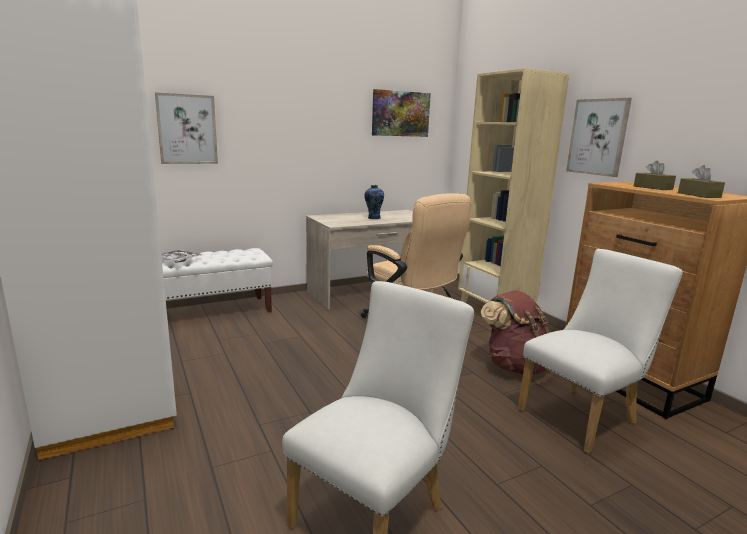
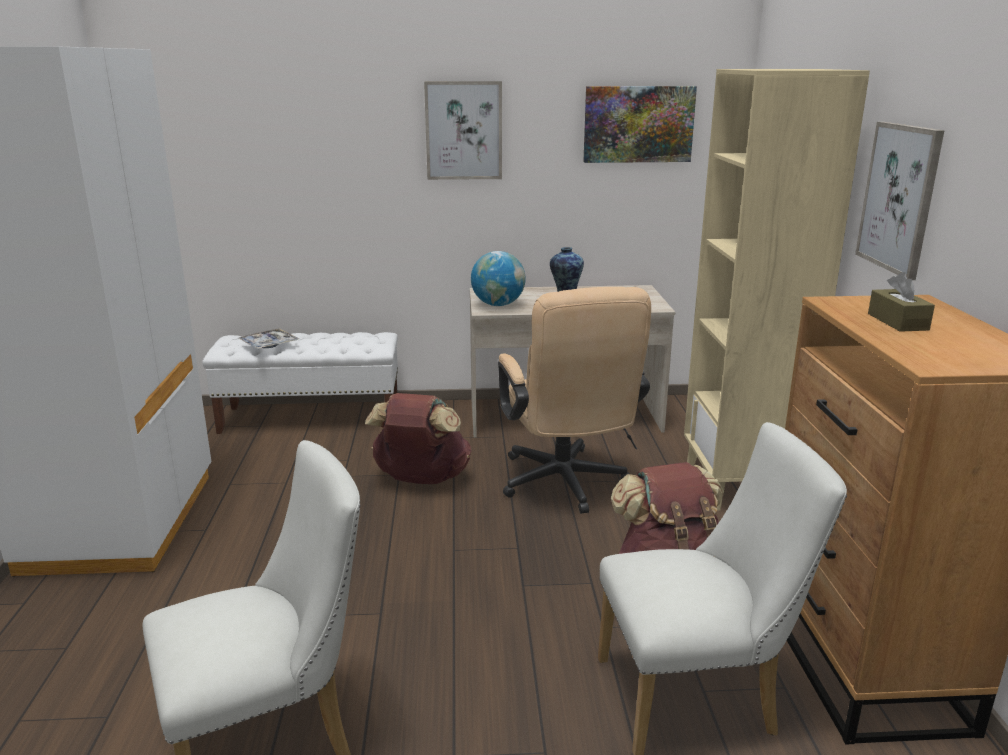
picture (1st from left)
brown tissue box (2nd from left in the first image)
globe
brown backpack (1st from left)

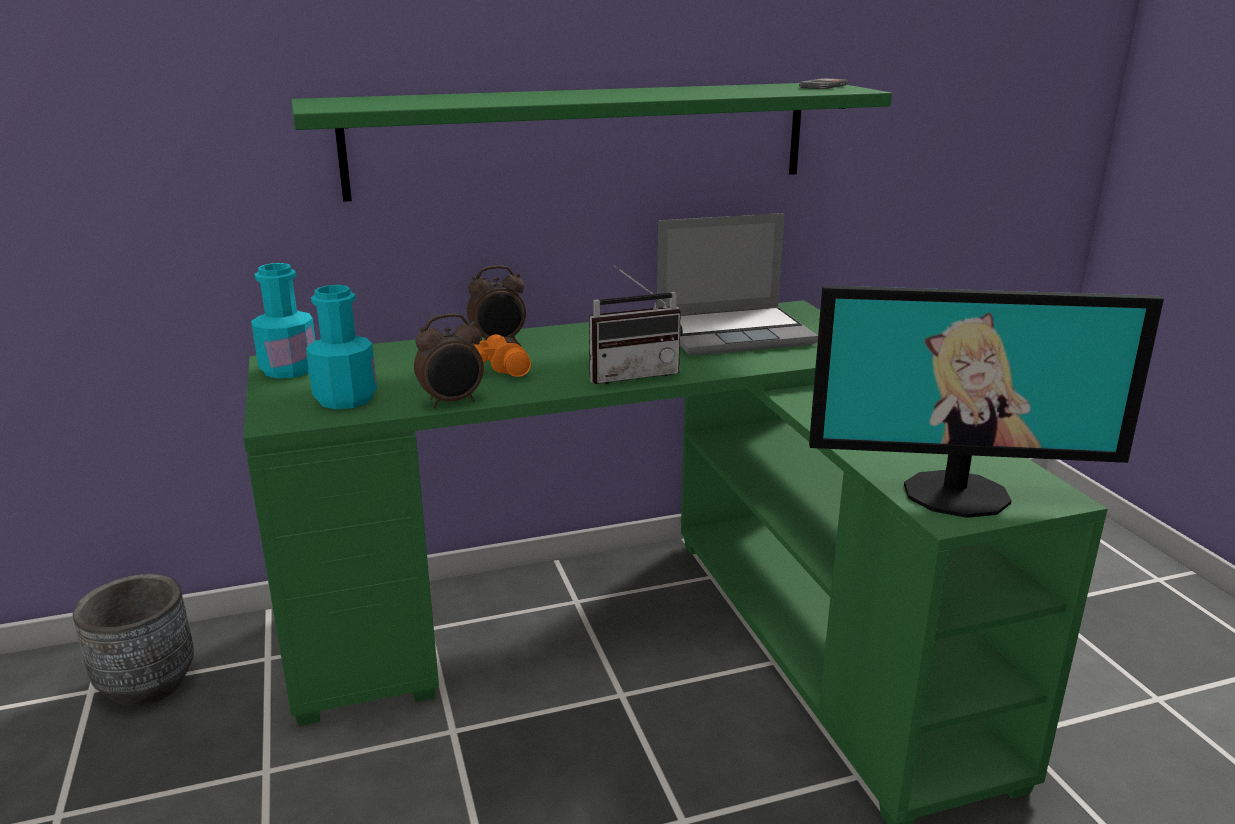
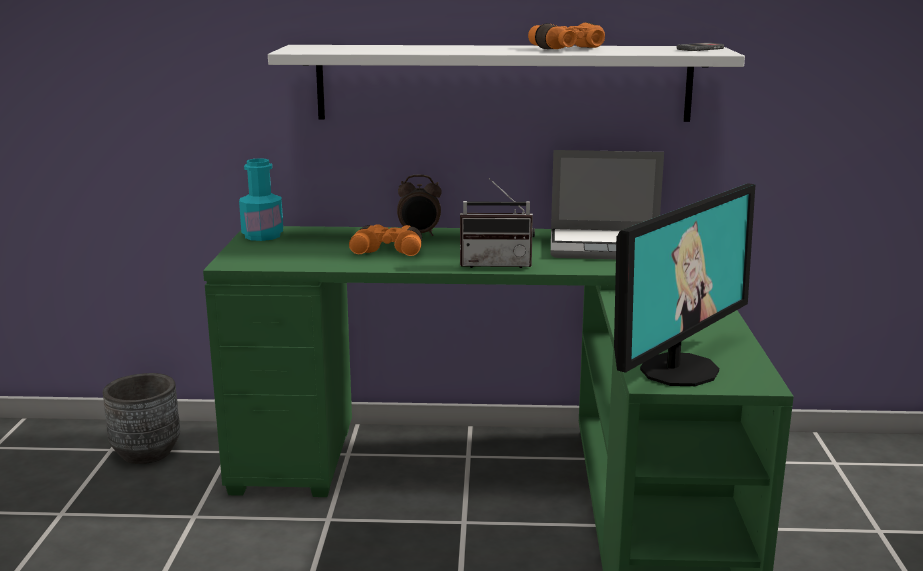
white shelf
turquoise bottle (2nd from left in the first image)
monitor
alarm clock (1st from left in the first image)
orange binoculars (2nd from left)

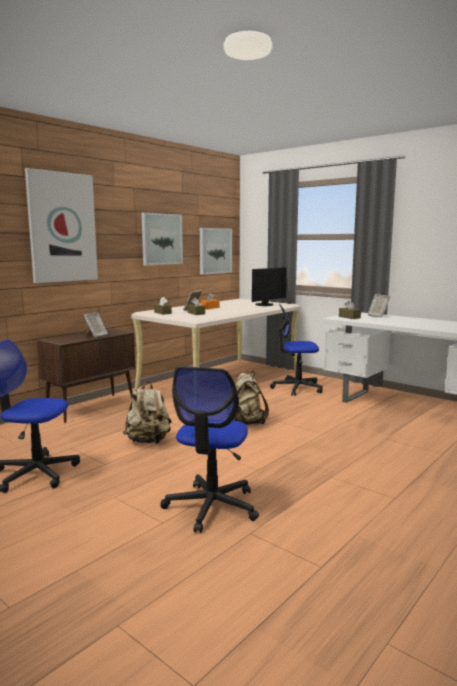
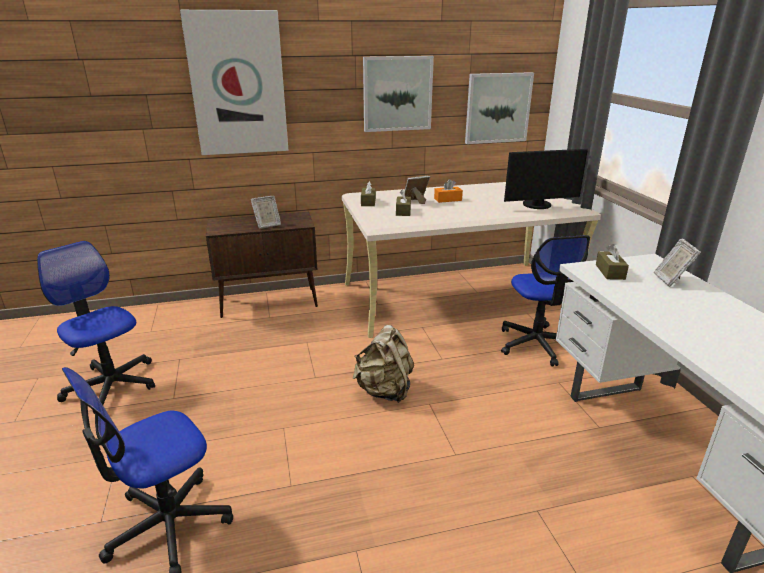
office chair (3rd from left)
beige backpack (1st from left in the first image)

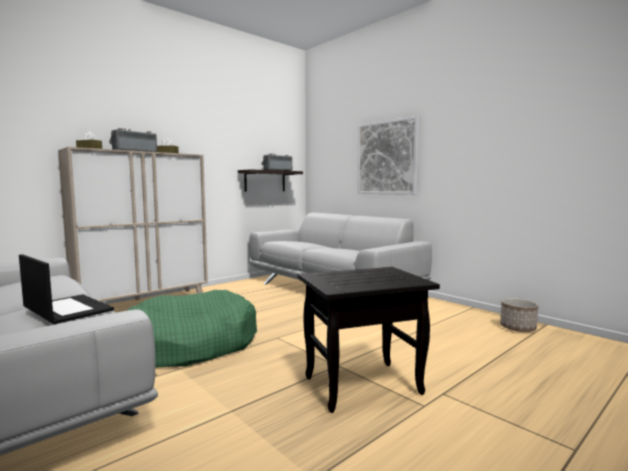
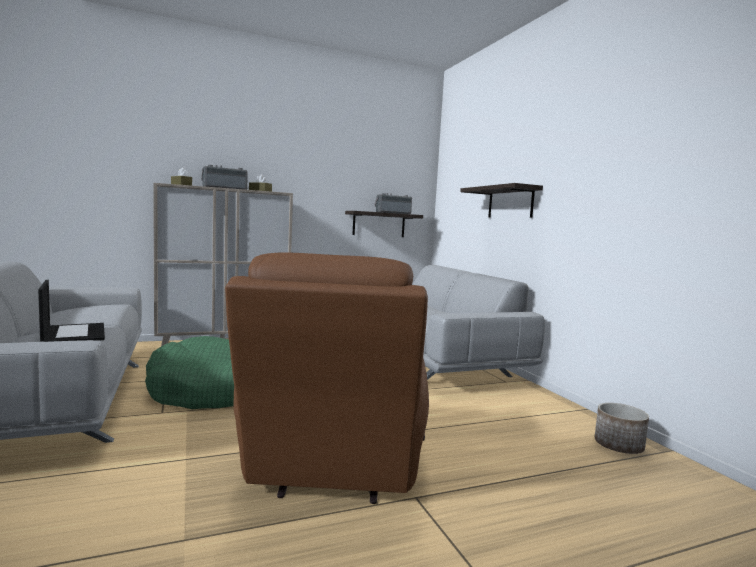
shelf (2nd from left)
brown armchair

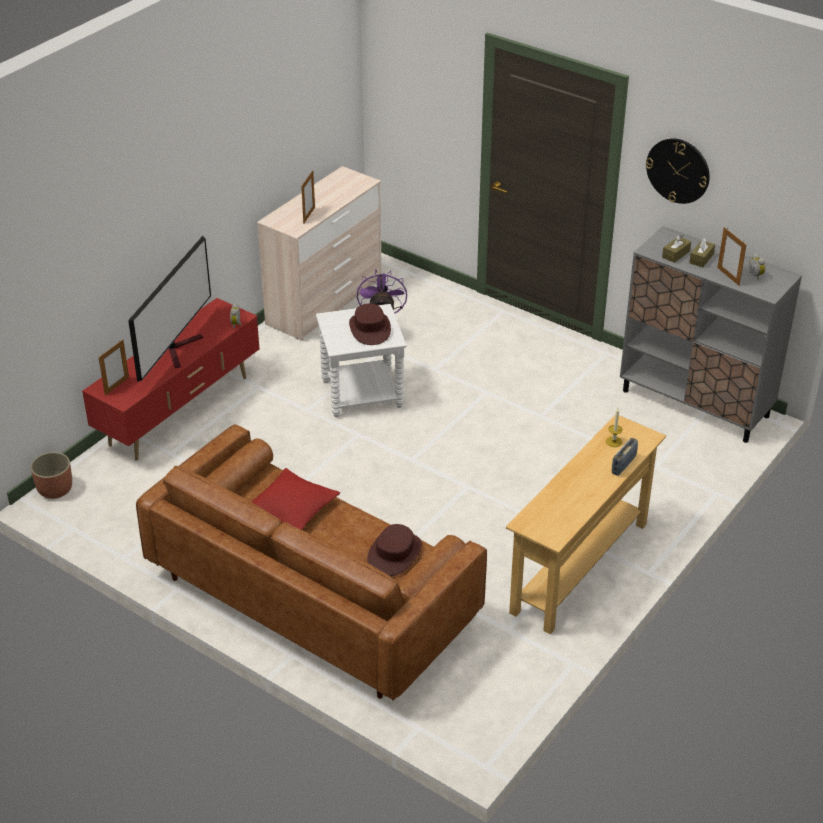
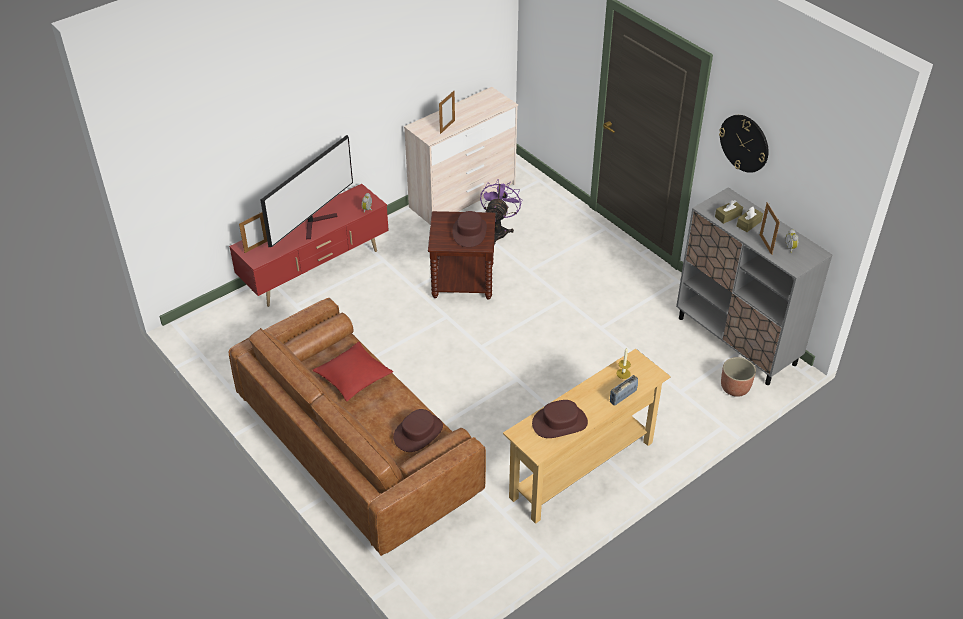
brown side table
planter
brown hat (3rd from left)

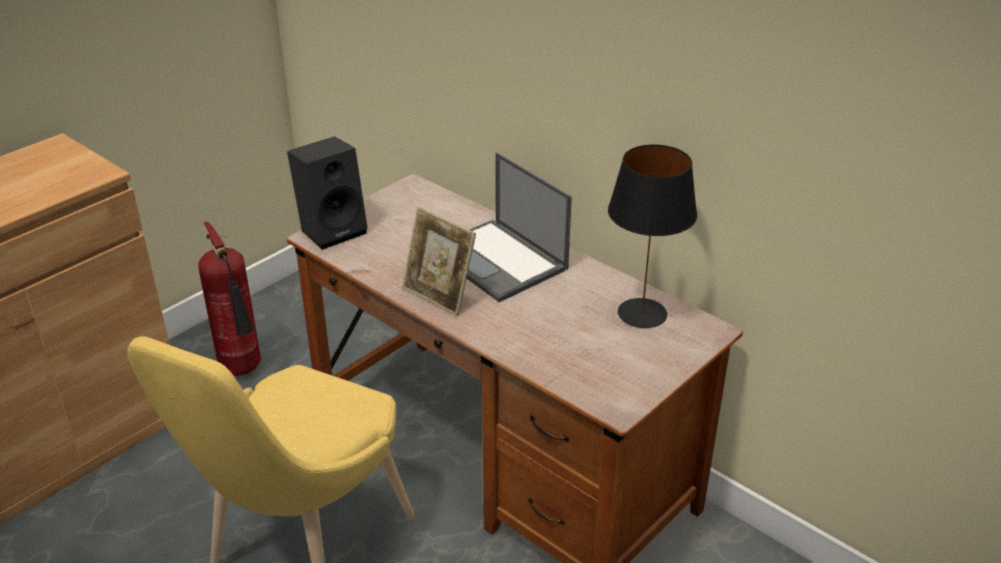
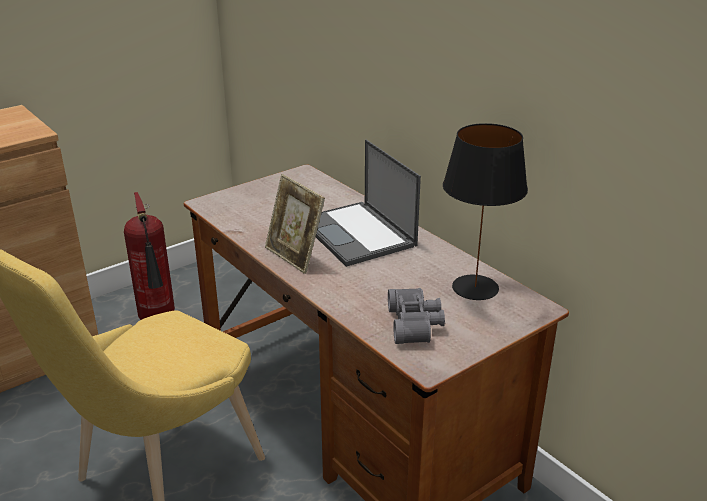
black speaker
grey binoculars

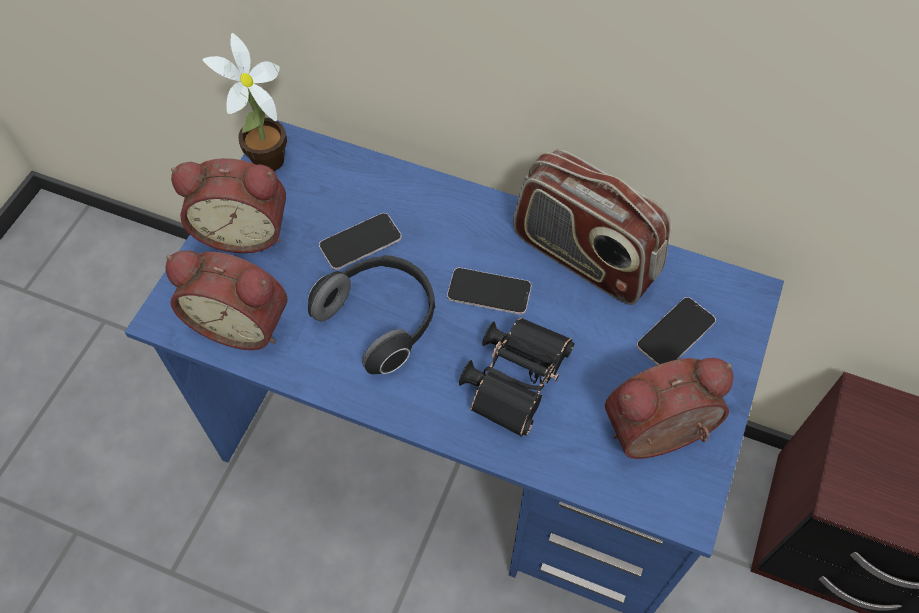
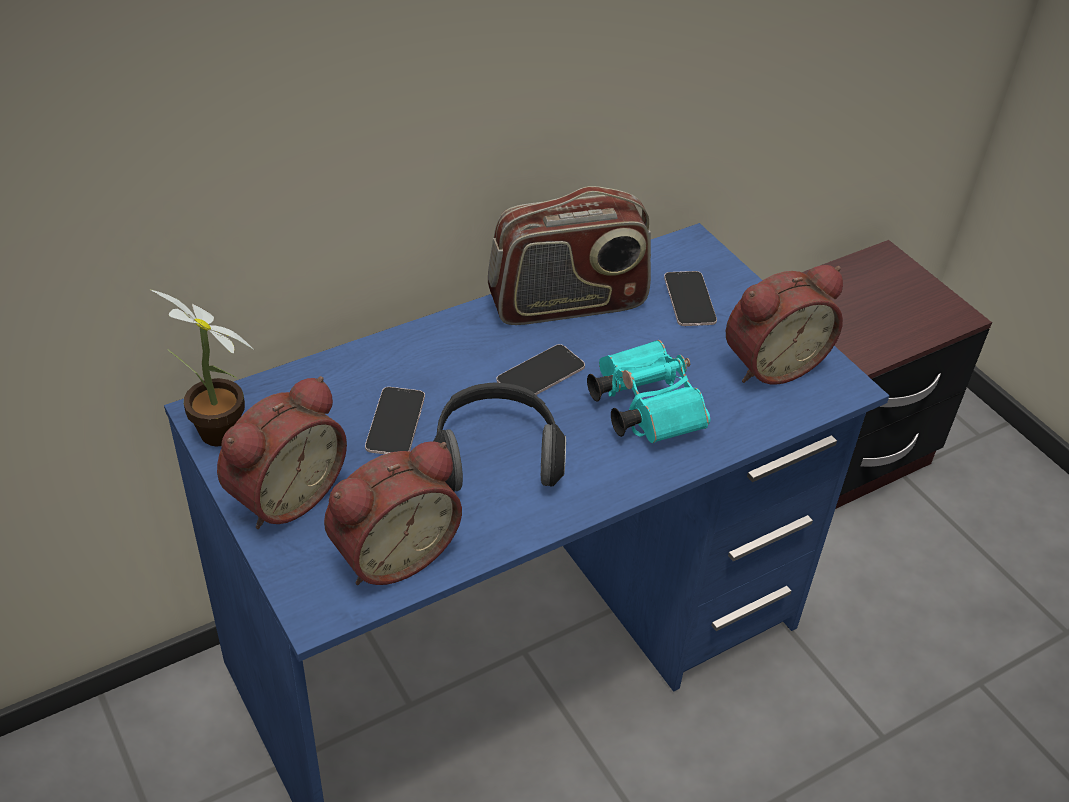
turquoise binoculars
alarm clock (3rd from left)

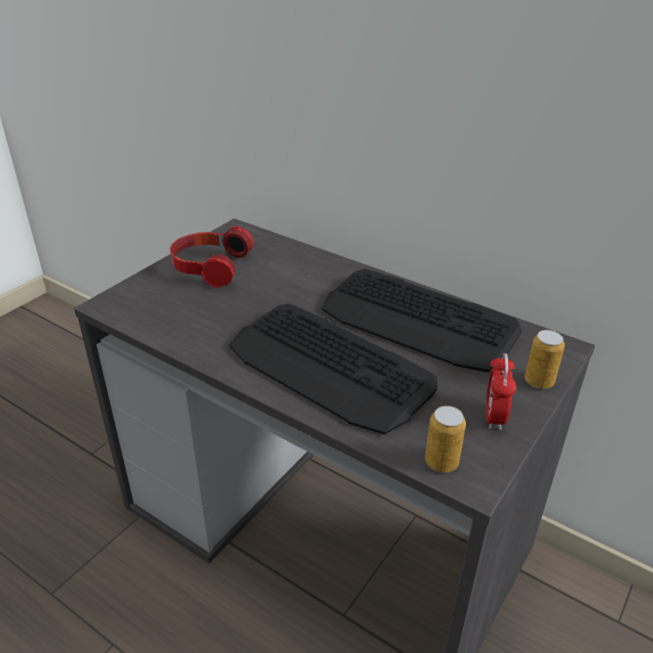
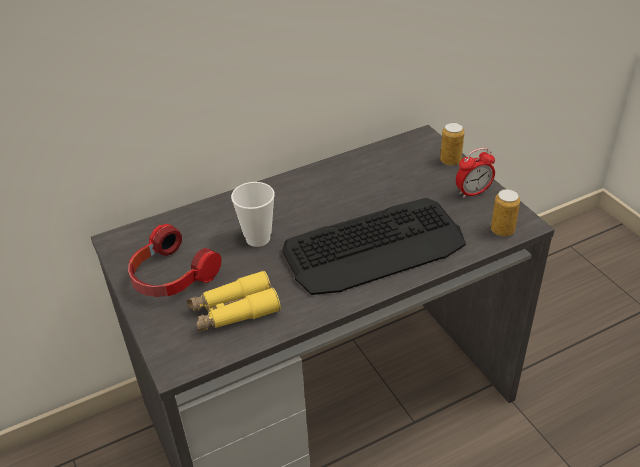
keyboard (2nd from left in the first image)
alarm clock
cup
yellow binoculars

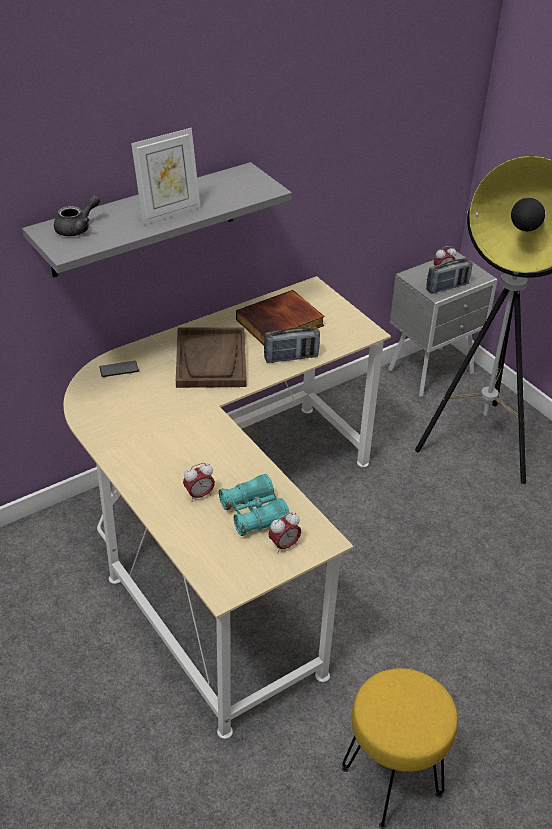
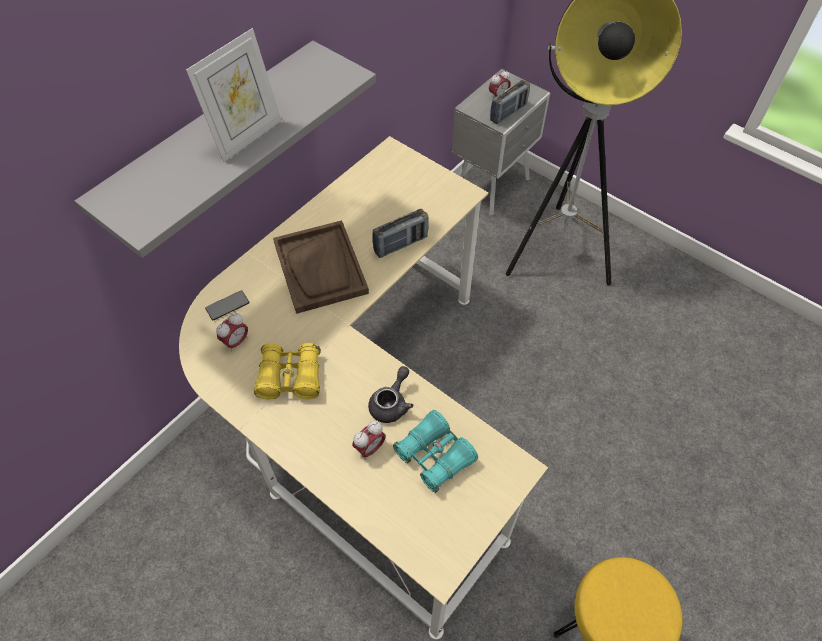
grey teapot
book
alarm clock (1st from left)
yellow binoculars

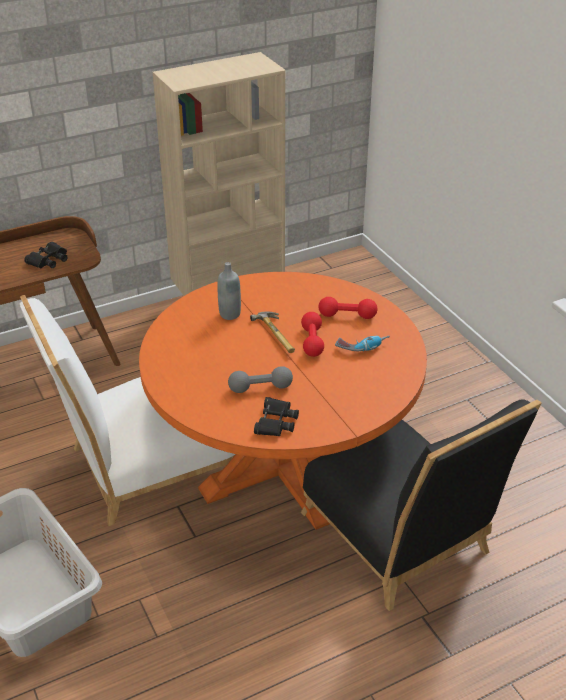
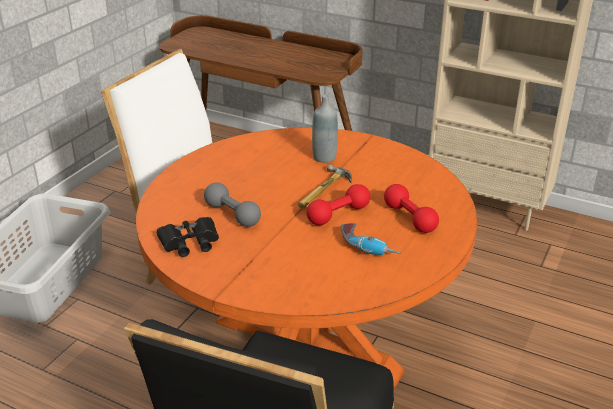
black binoculars (1st from left in the first image)

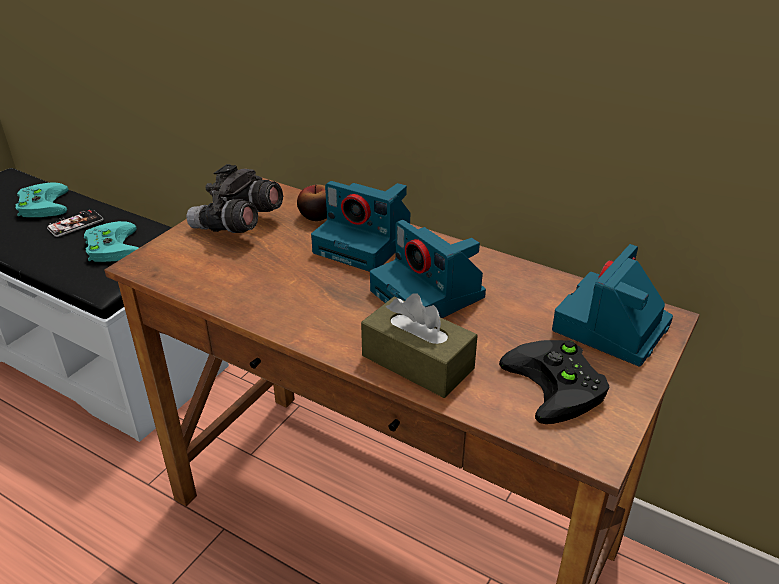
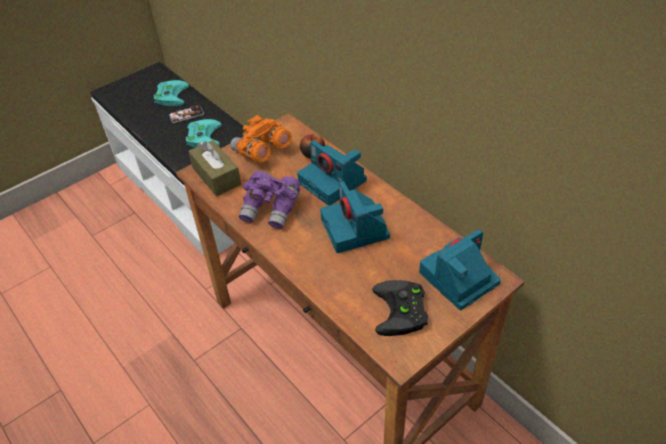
orange binoculars
brown tissue box
purple binoculars

